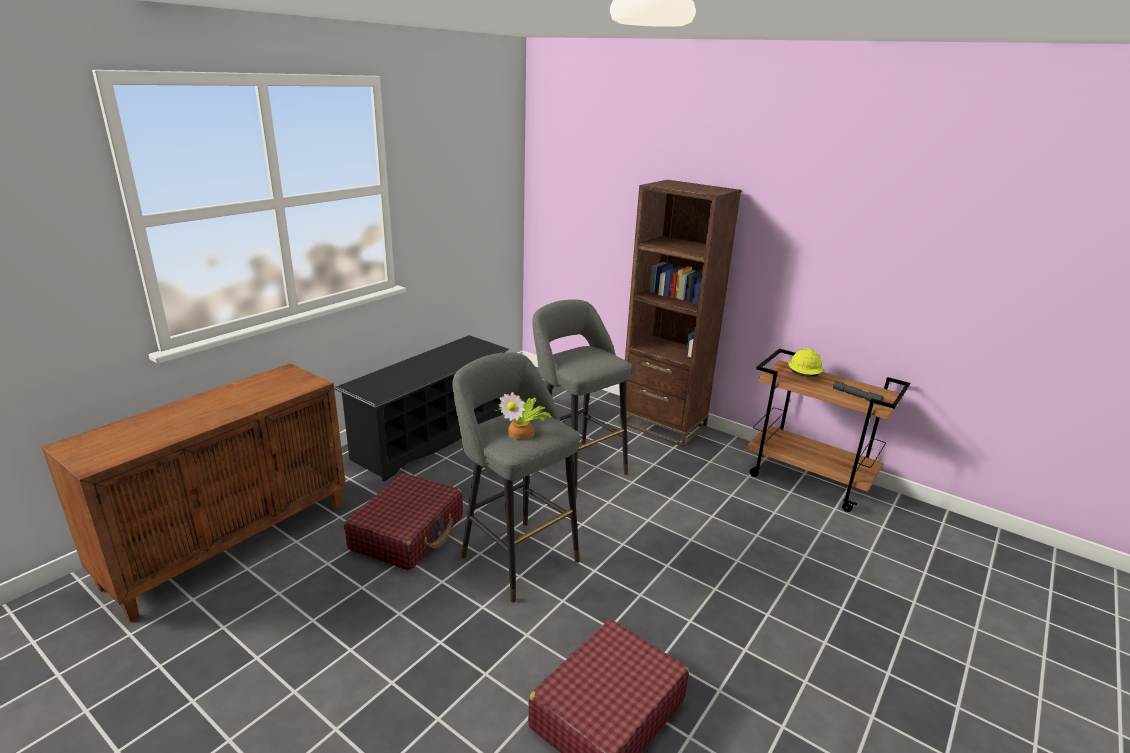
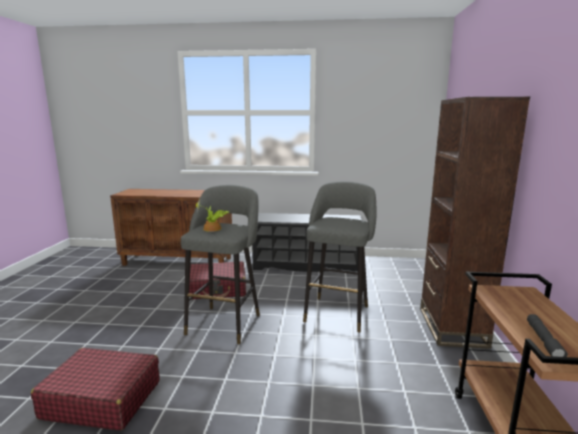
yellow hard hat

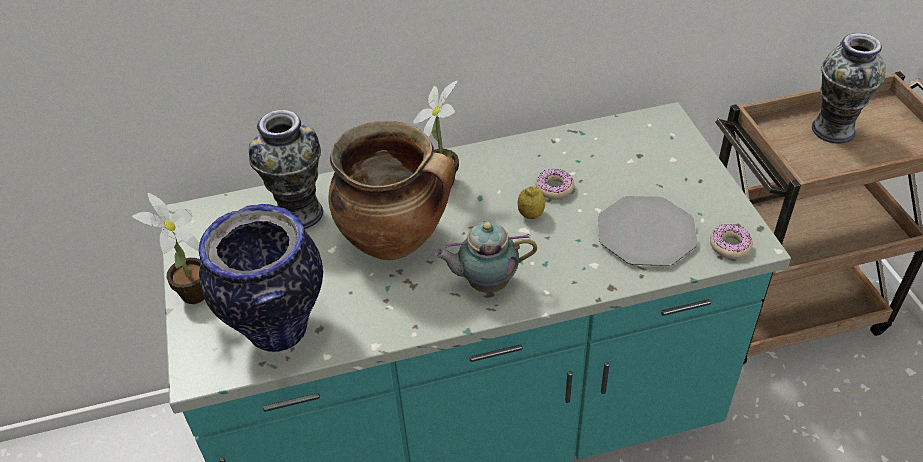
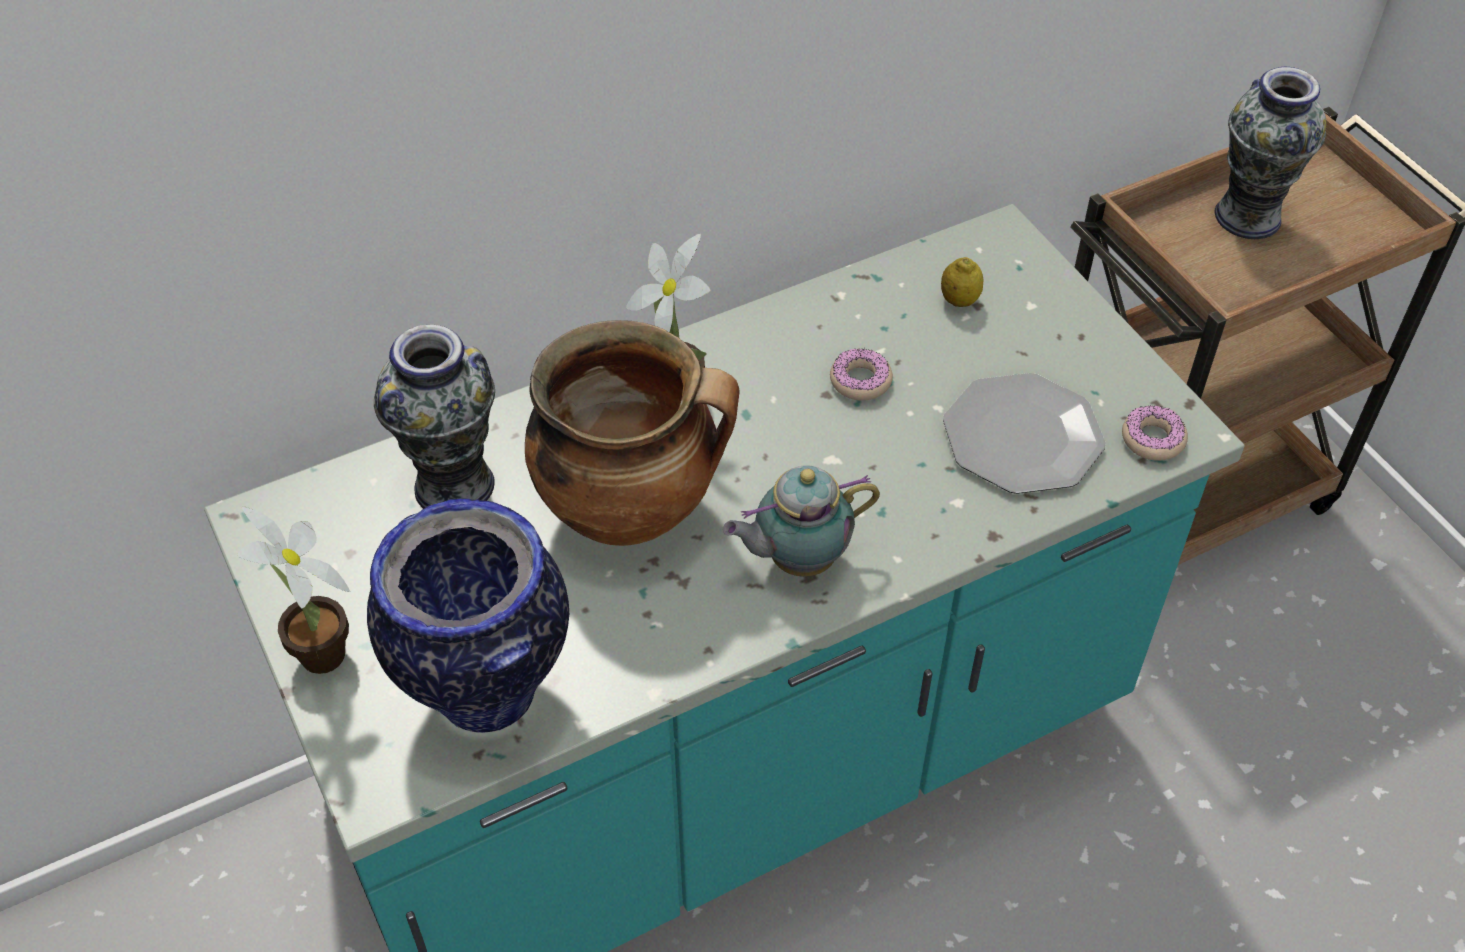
lemon

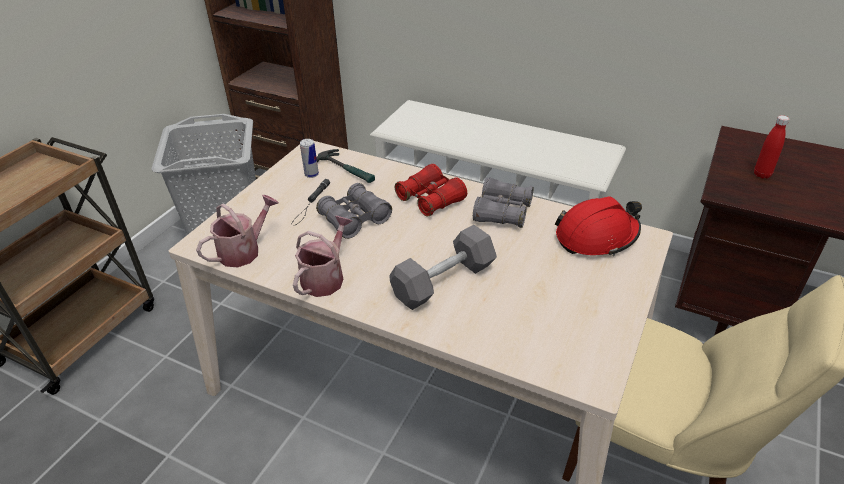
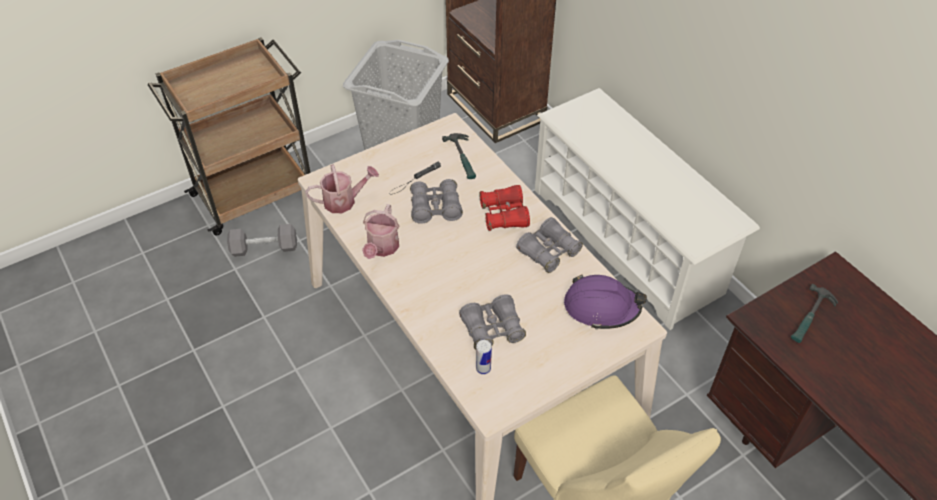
hammer (2nd from left)
can
purple hard hat
watering can (2nd from left)
grey dumbbell
grey binoculars (2nd from left)

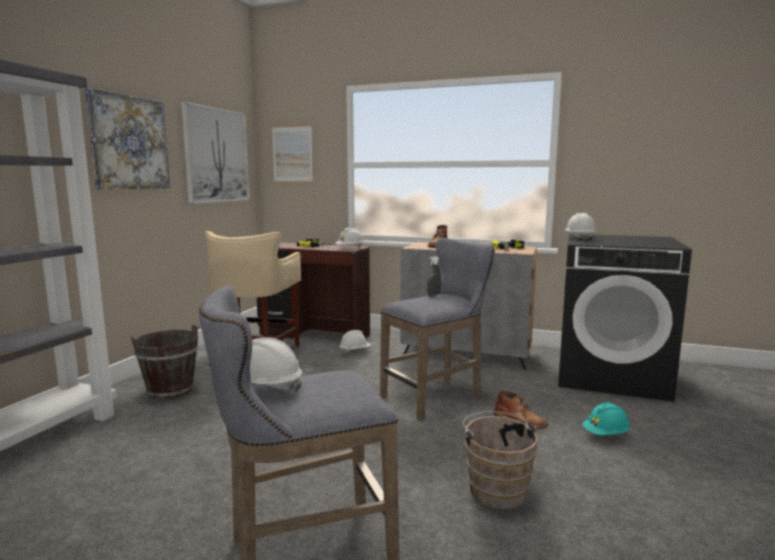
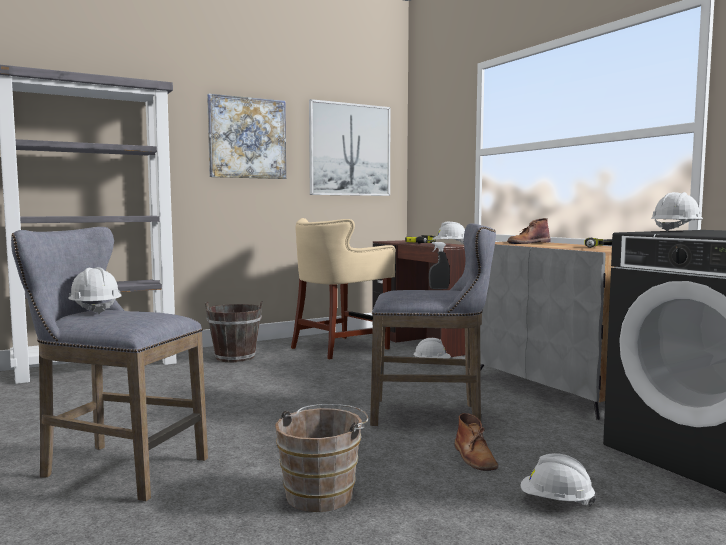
picture (3rd from left in the first image)
white hard hat (4th from left)

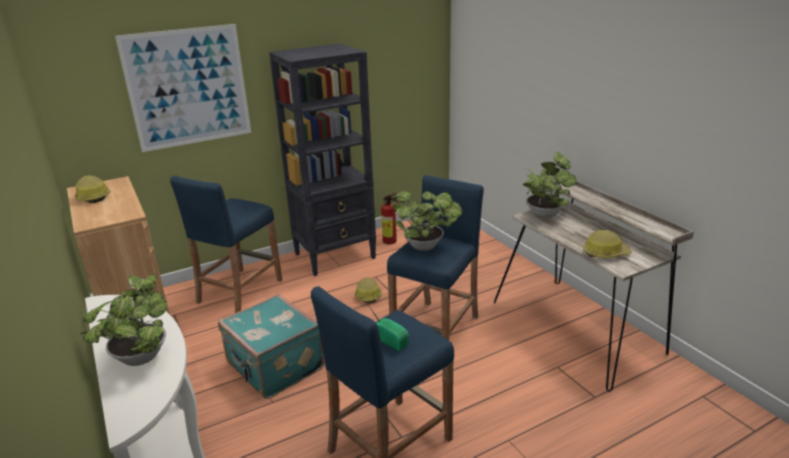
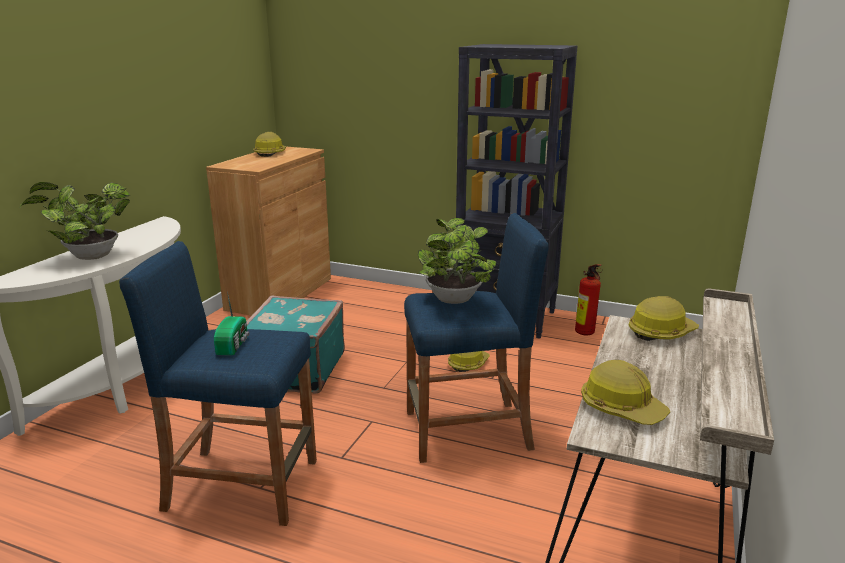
picture
hard hat (4th from left)
blue stool (1st from left in the first image)

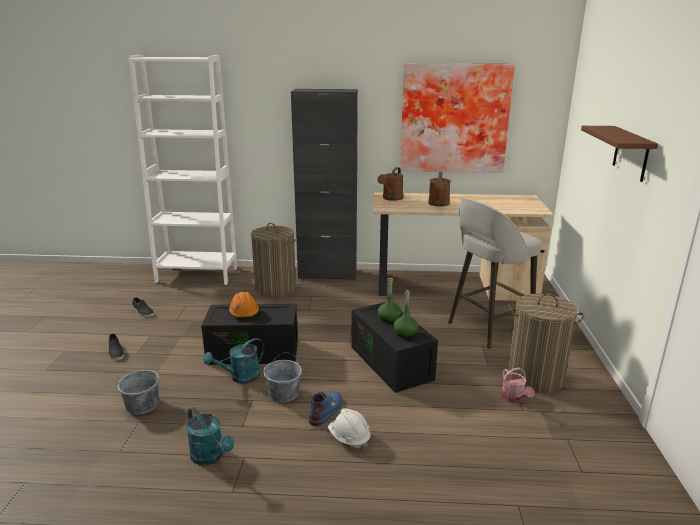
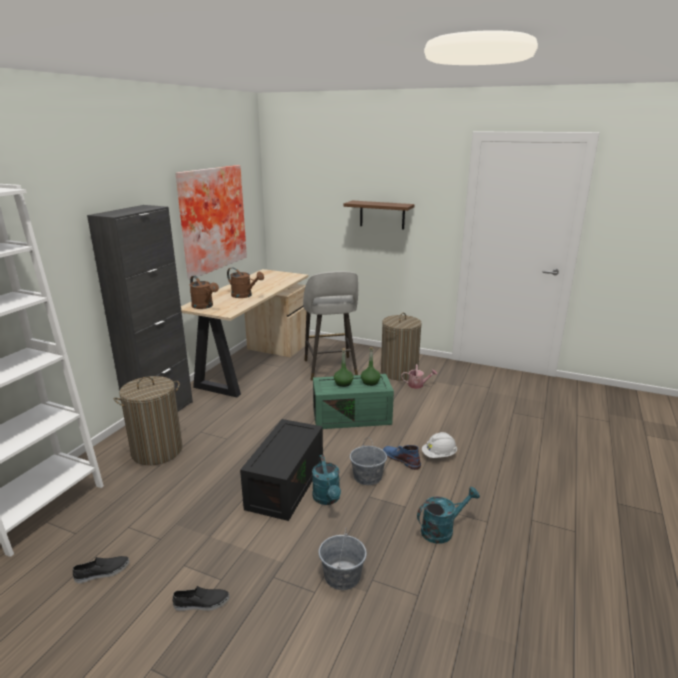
orange hard hat
green storage box

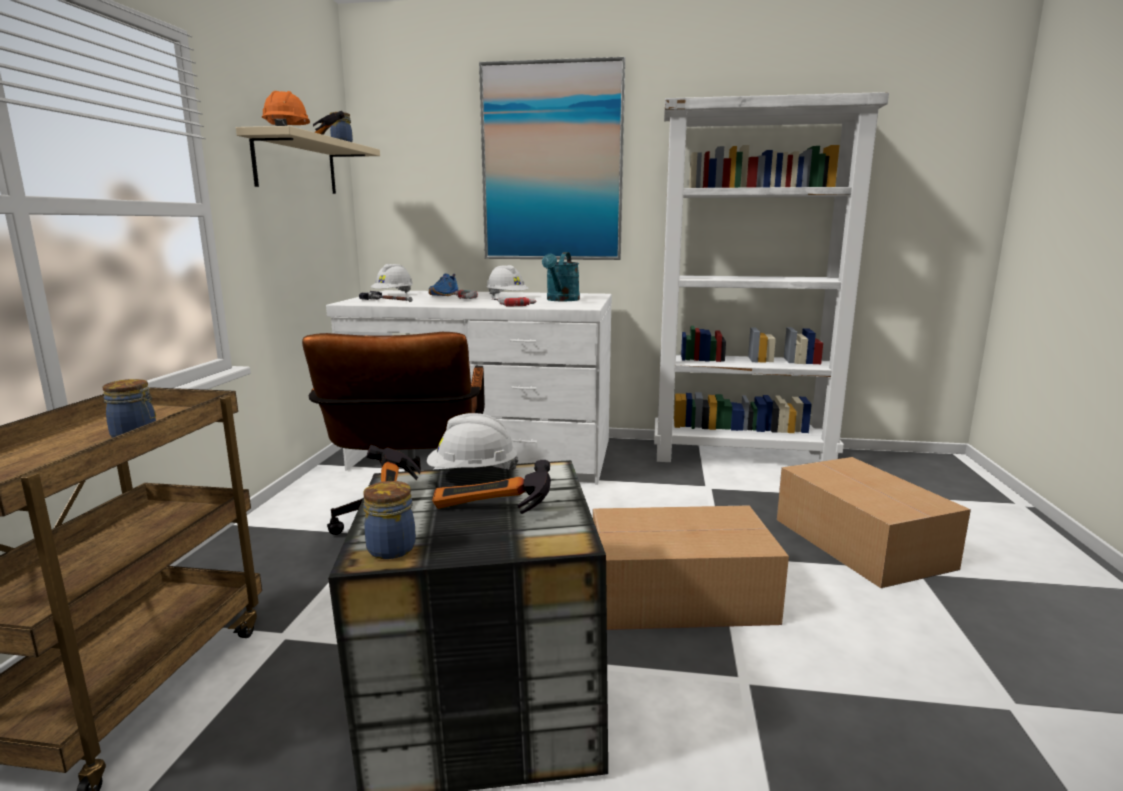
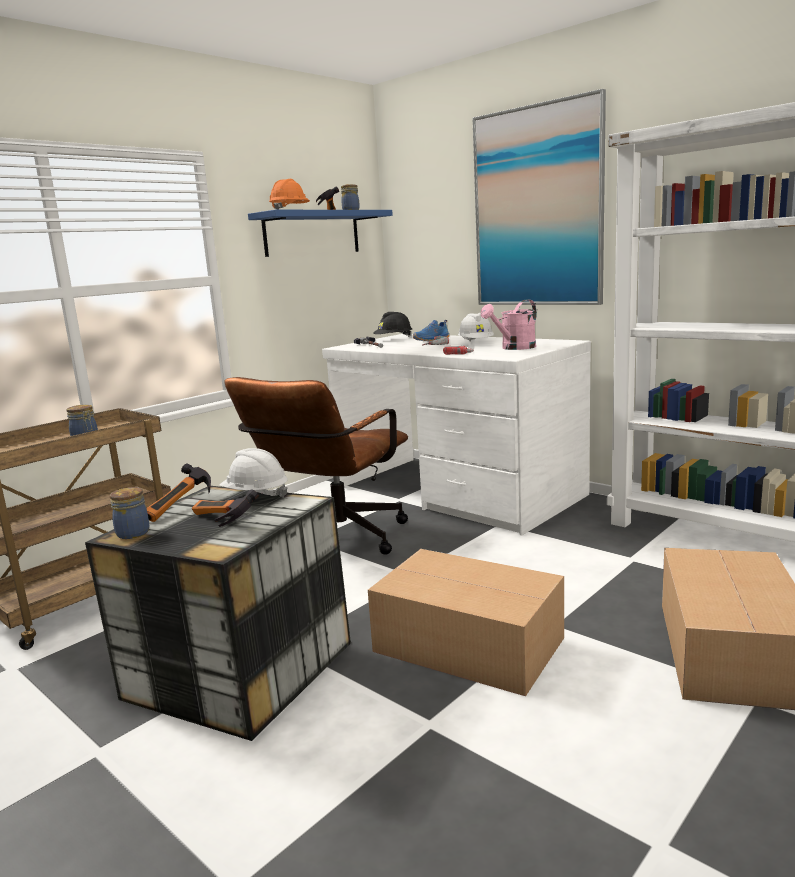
blue shelf
pink watering can
black hard hat

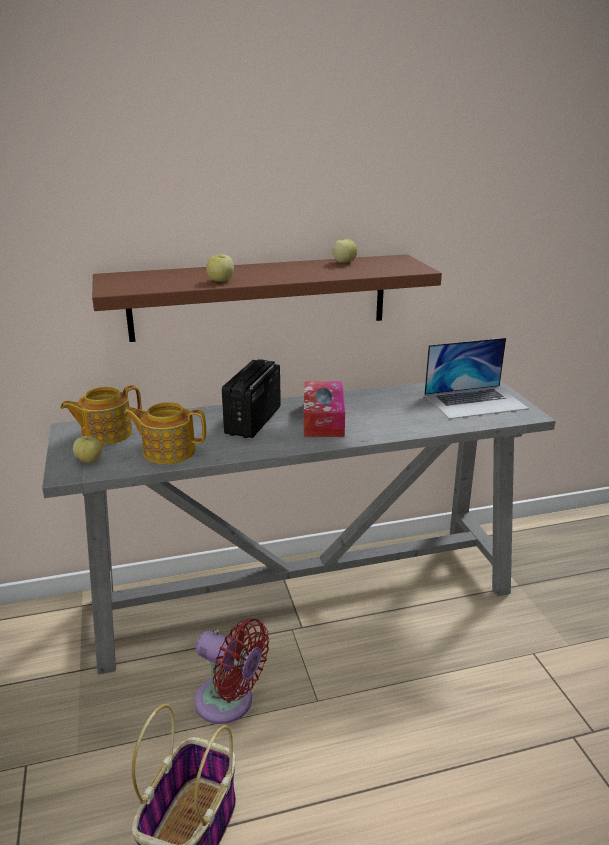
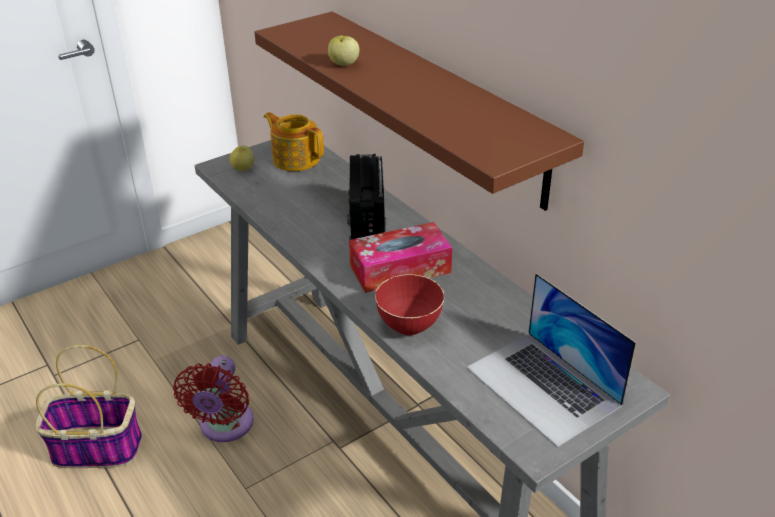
apple (3rd from left in the first image)
radio
teapot (2nd from left in the first image)
red bowl

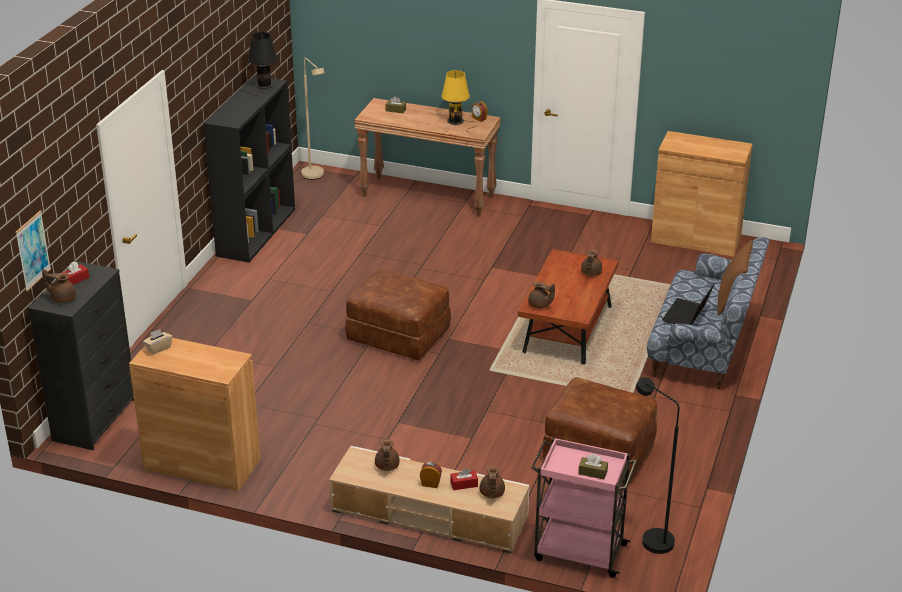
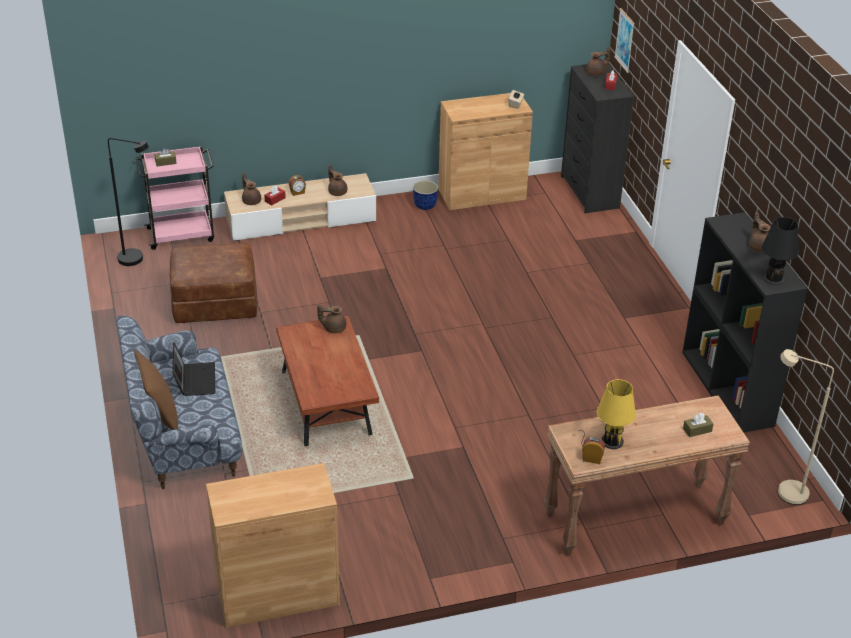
brown teapot (5th from left)
brown ottoman (1st from left in the first image)
planter

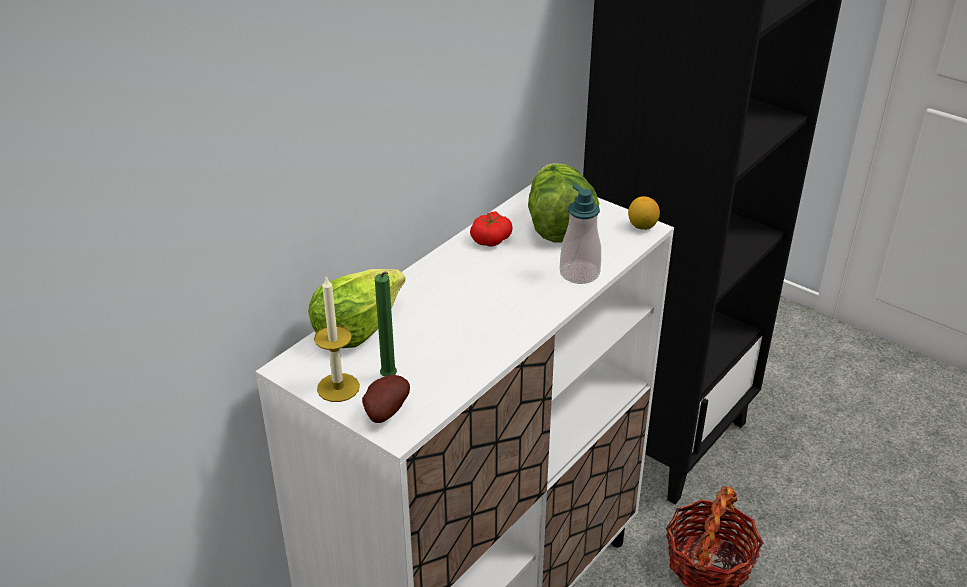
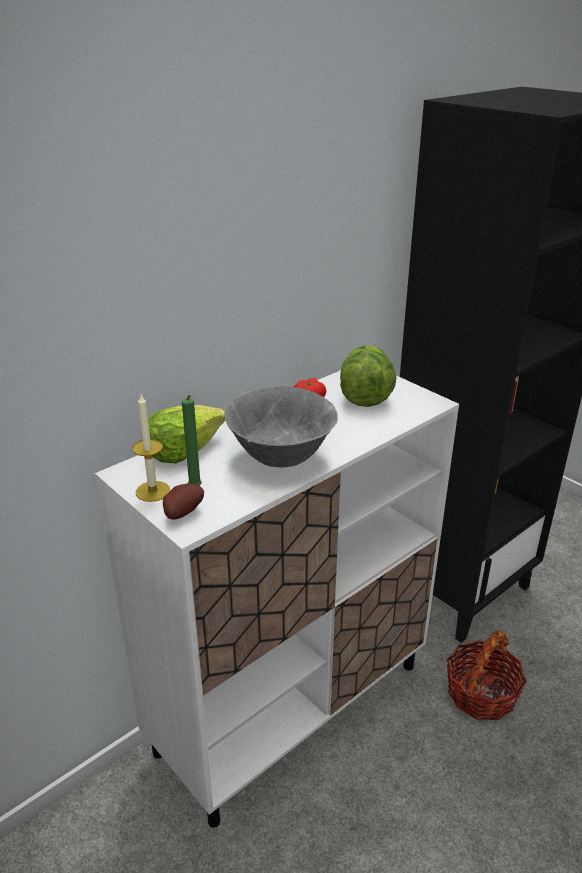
soap dispenser
lemon
grey bowl

